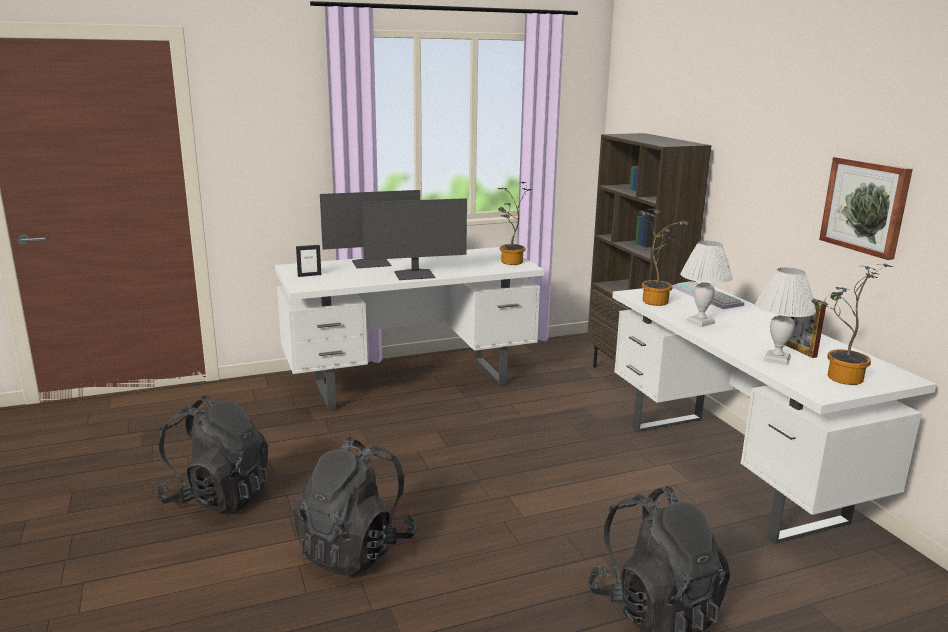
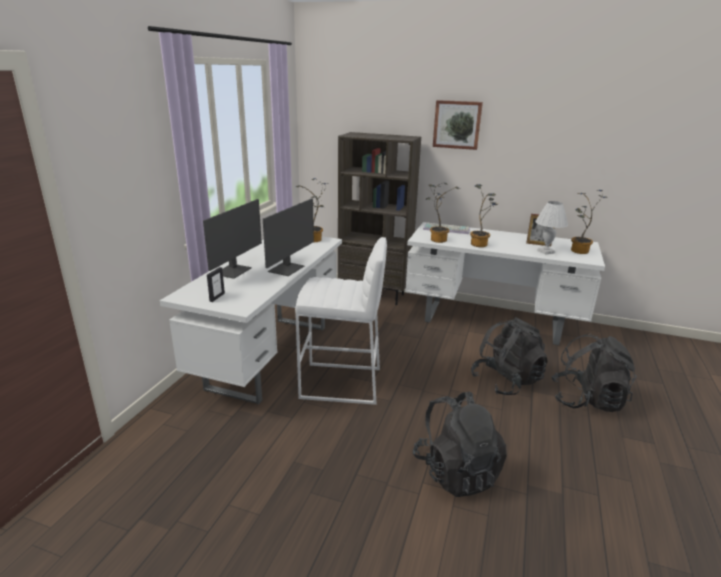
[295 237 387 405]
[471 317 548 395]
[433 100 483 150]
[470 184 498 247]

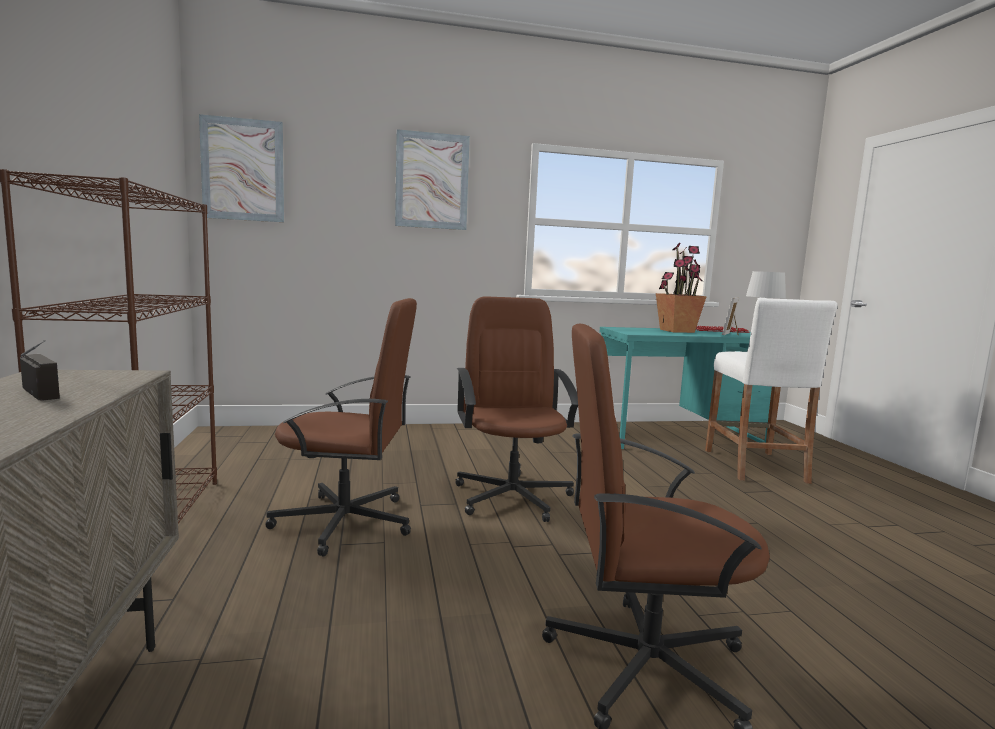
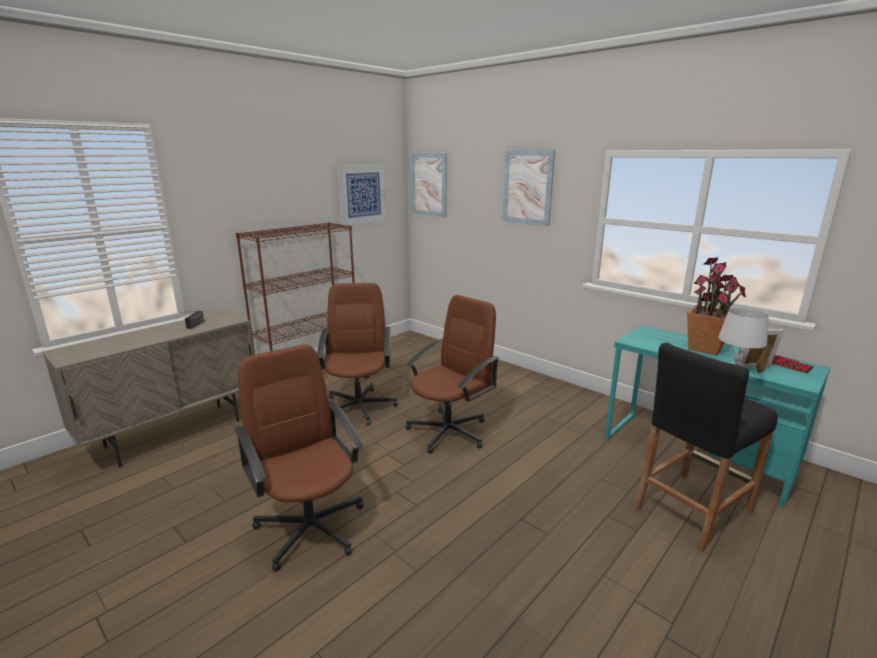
[337 164 387 226]
[633 342 778 551]
[317 283 398 426]

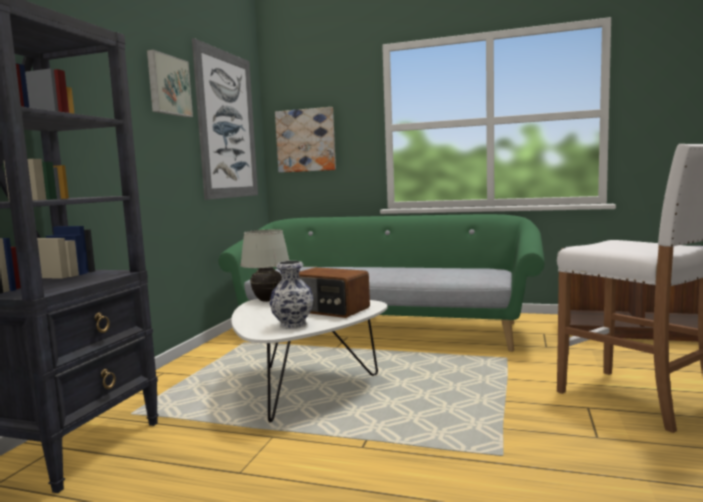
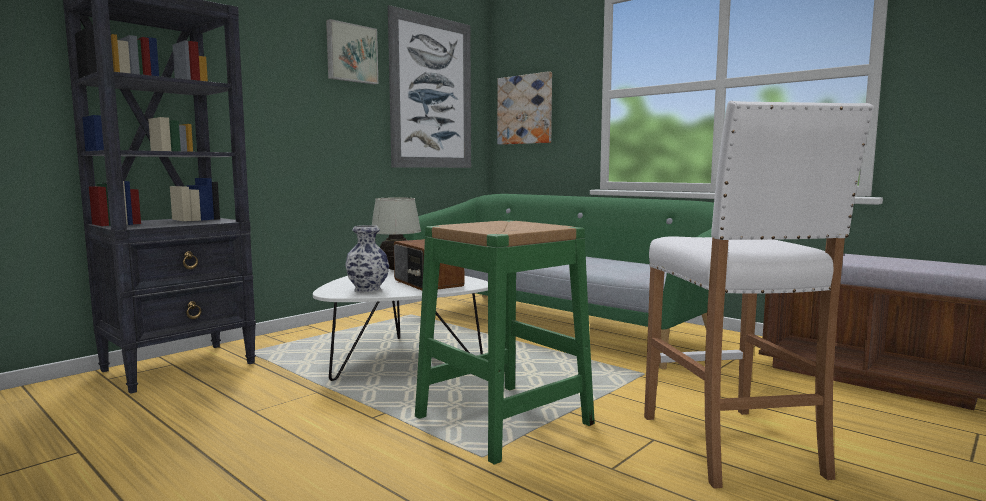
[415 220 595 465]

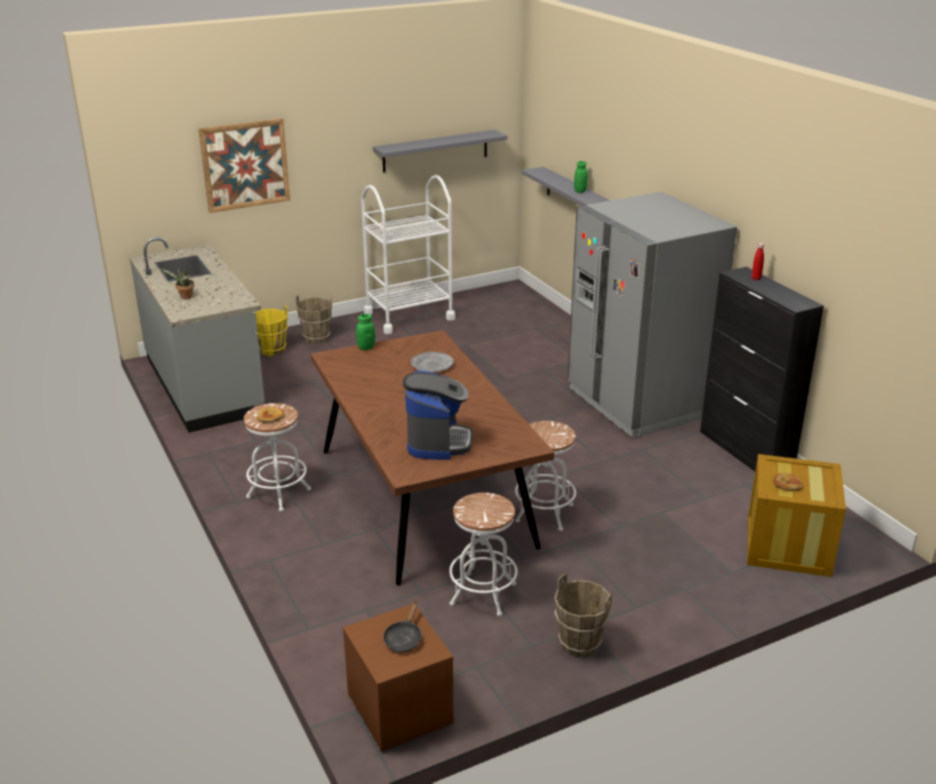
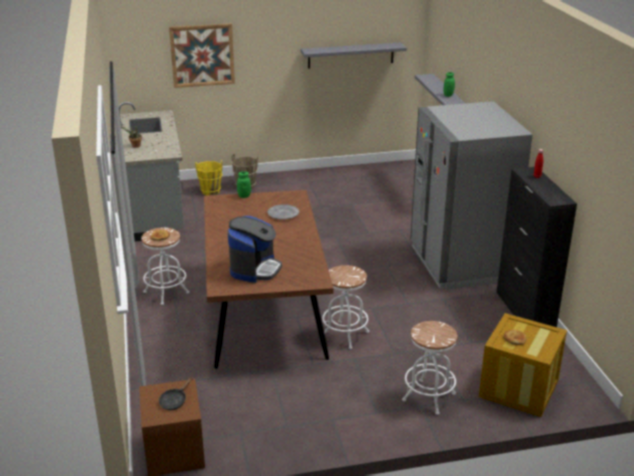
[361 175 455 334] (first image)
[554 574 612 657] (first image)
[402 321 457 415]

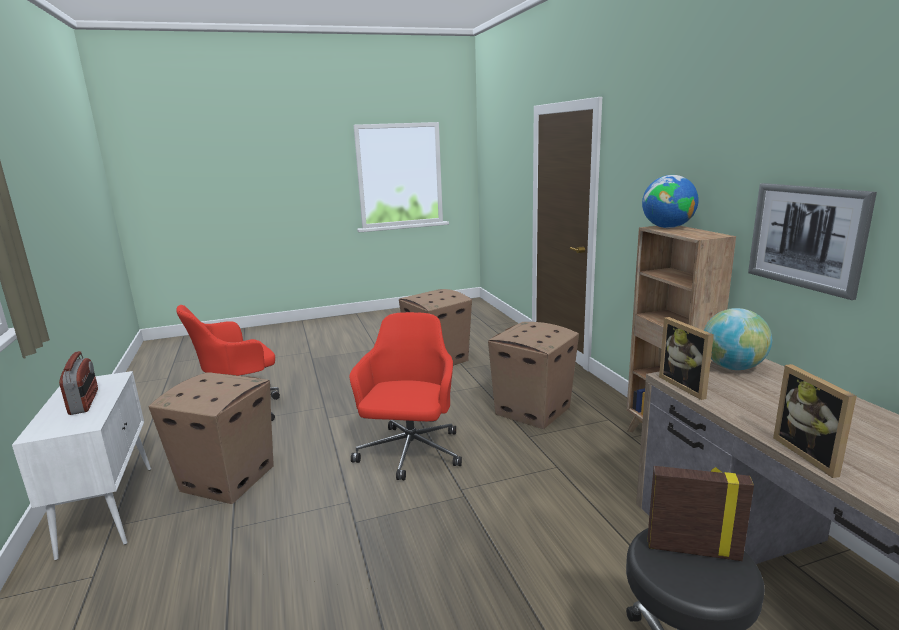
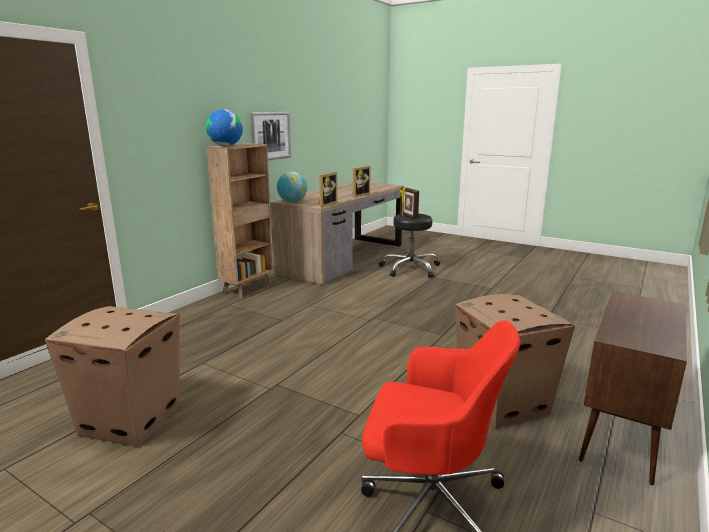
[59 351 98 415] (first image)
[349 312 462 480] (first image)
[488 322 579 429] (first image)
[579 291 687 486]

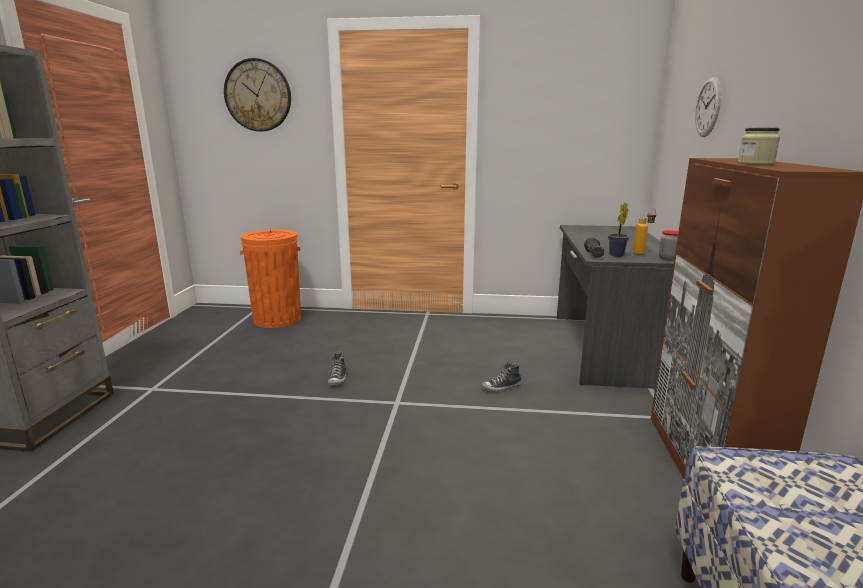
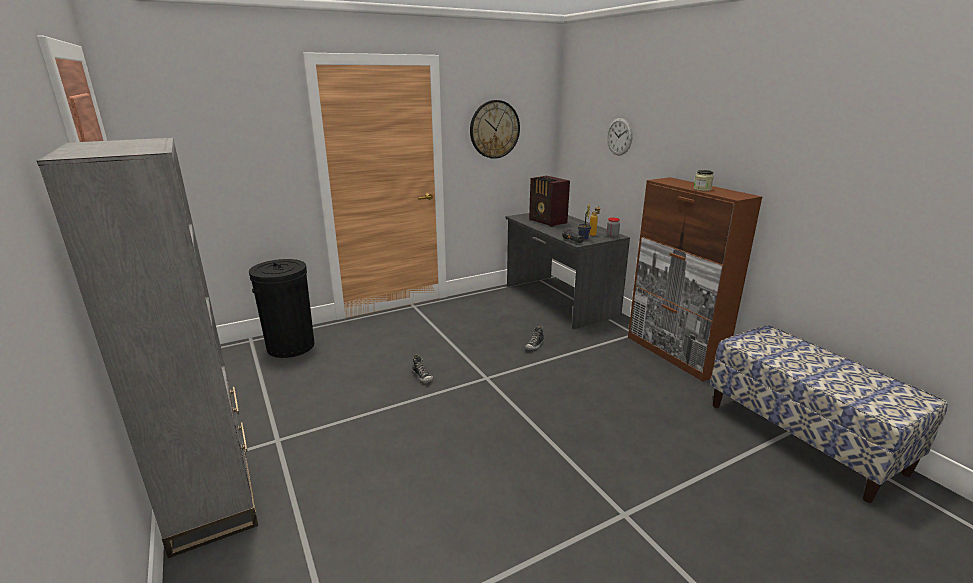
[529 176 570 227]
[470 100 520 159]
[249 259 314 358]

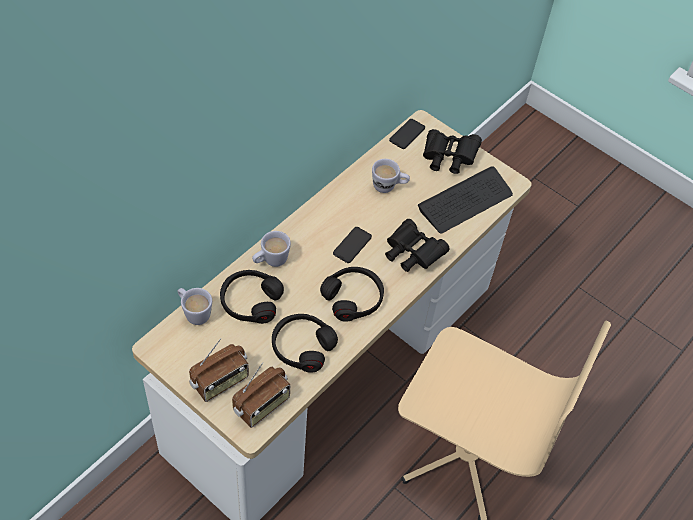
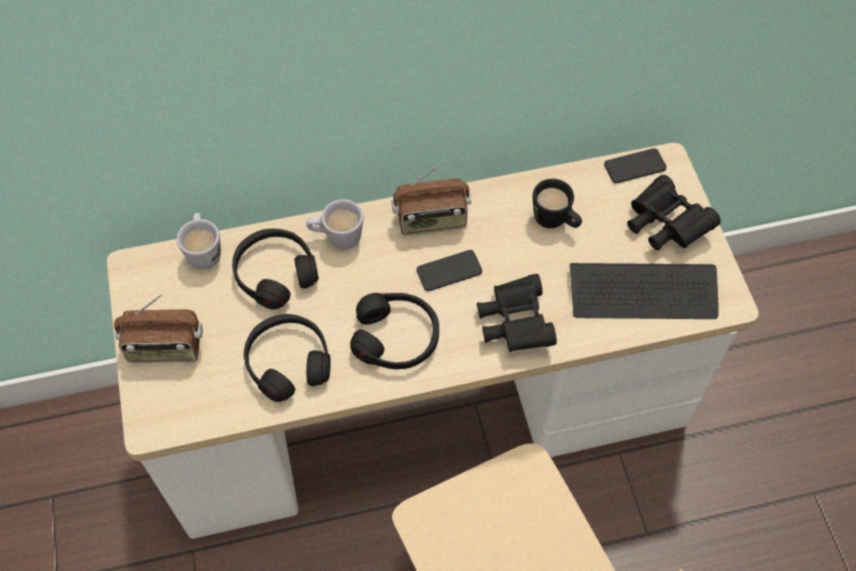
[392 161 471 236]
[533 179 582 228]

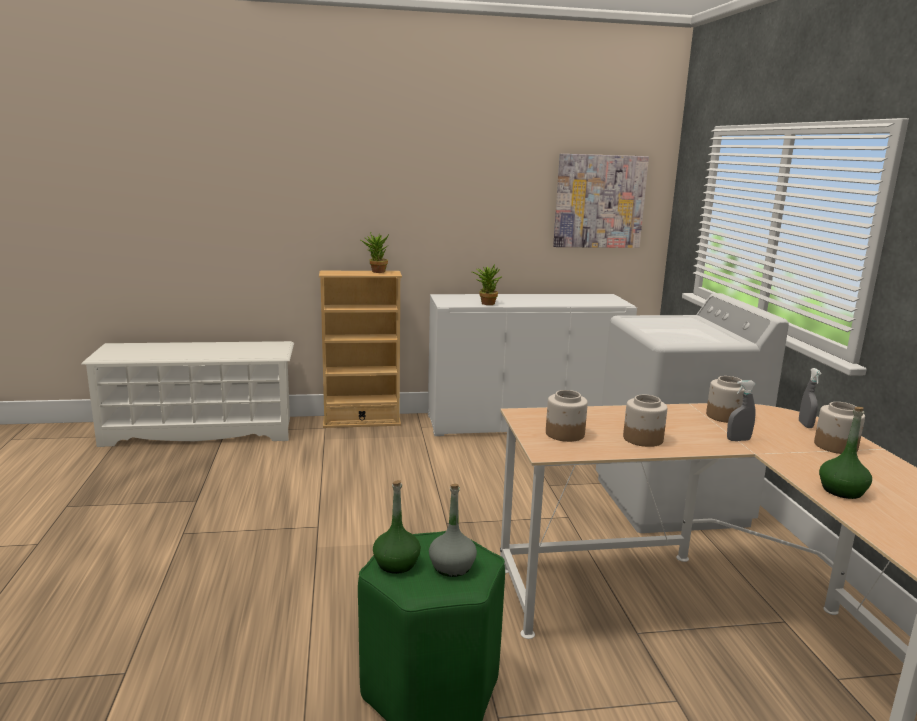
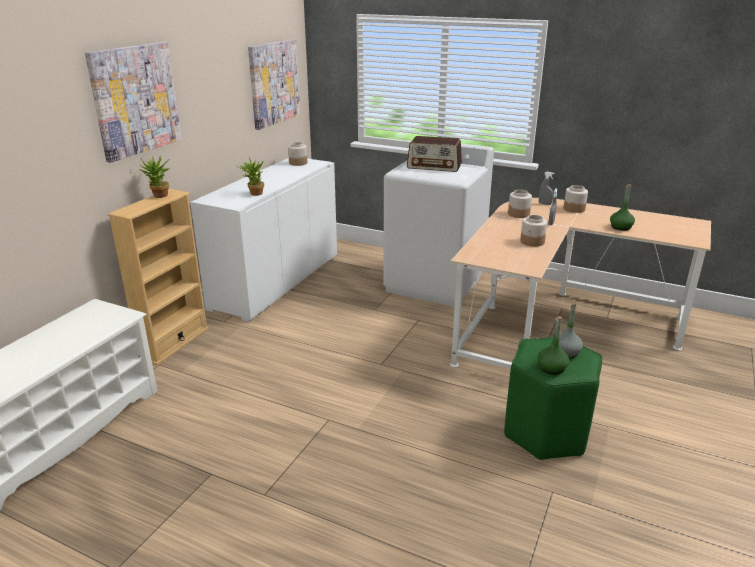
[85 42 182 163]
[407 136 462 172]
[288 142 307 166]

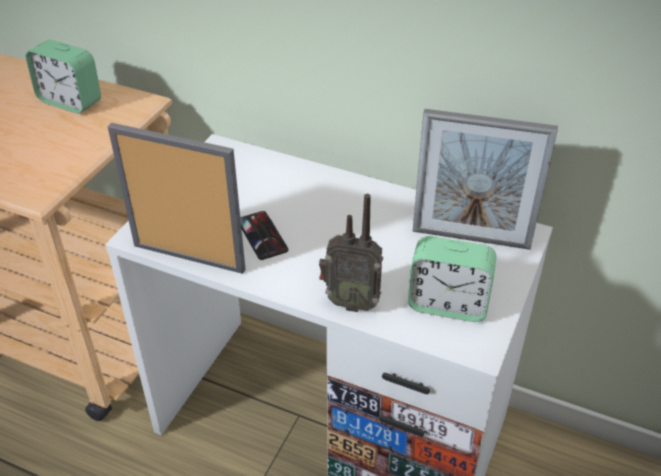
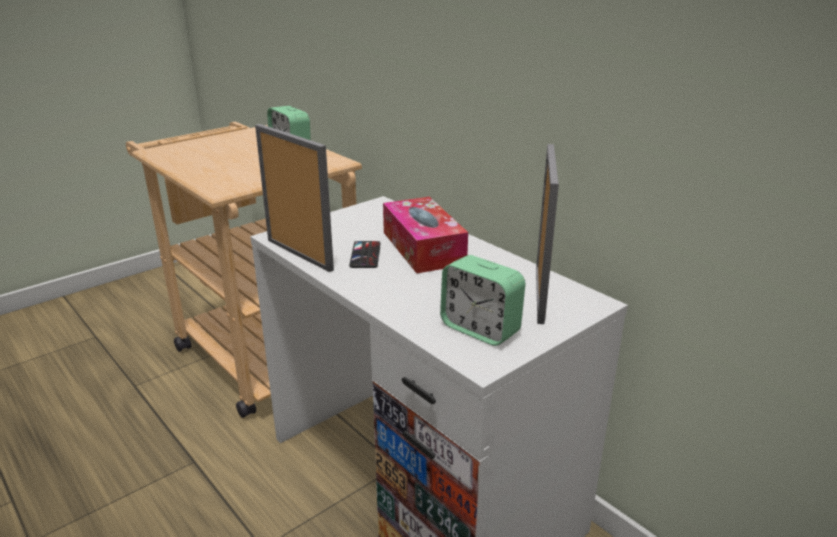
[319 194 383 312] (first image)
[383 197 468 273]
[536 144 559 324]

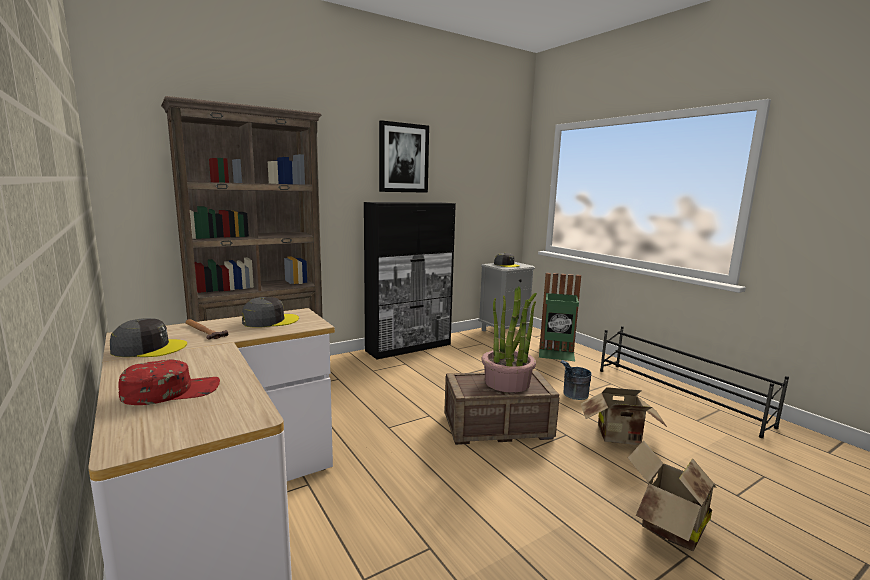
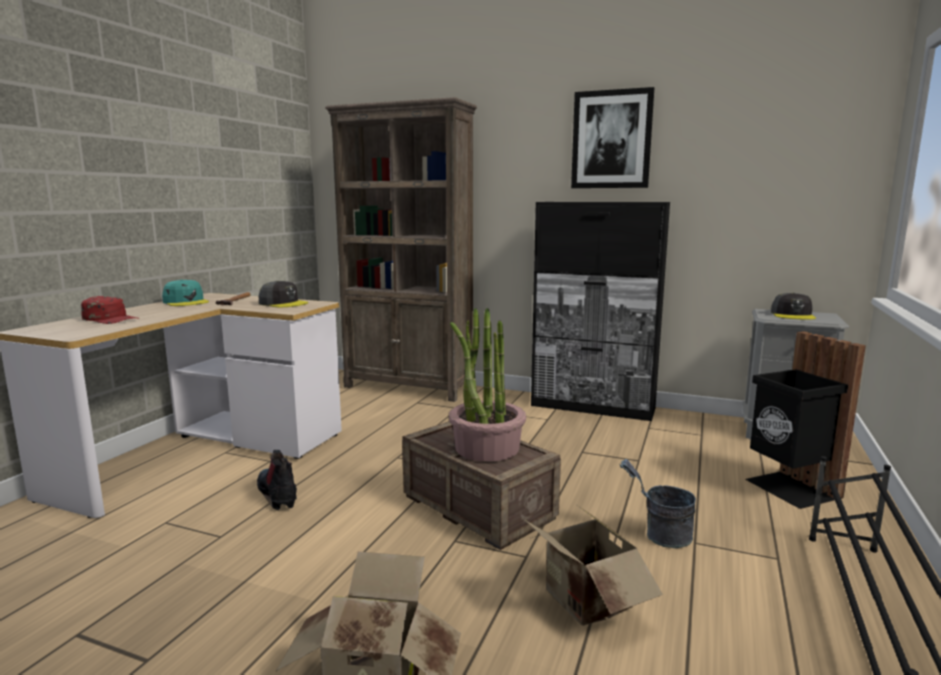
[257 450 297 510]
[162 279 209 306]
[745 331 866 509]

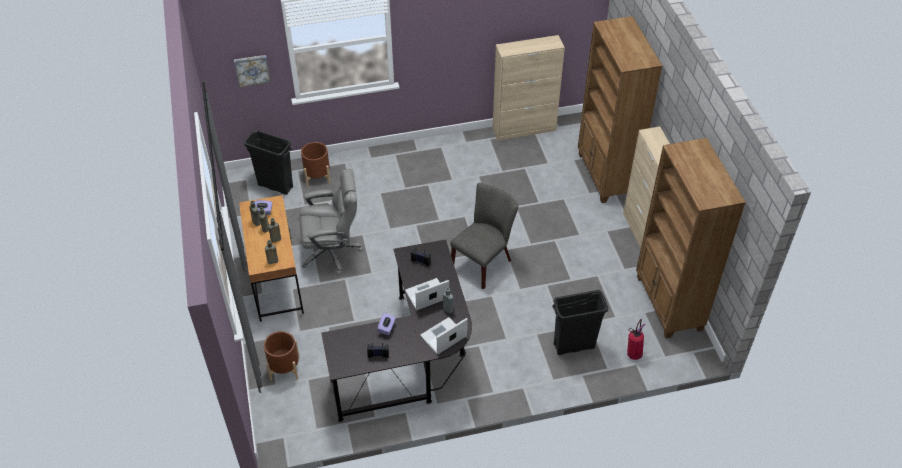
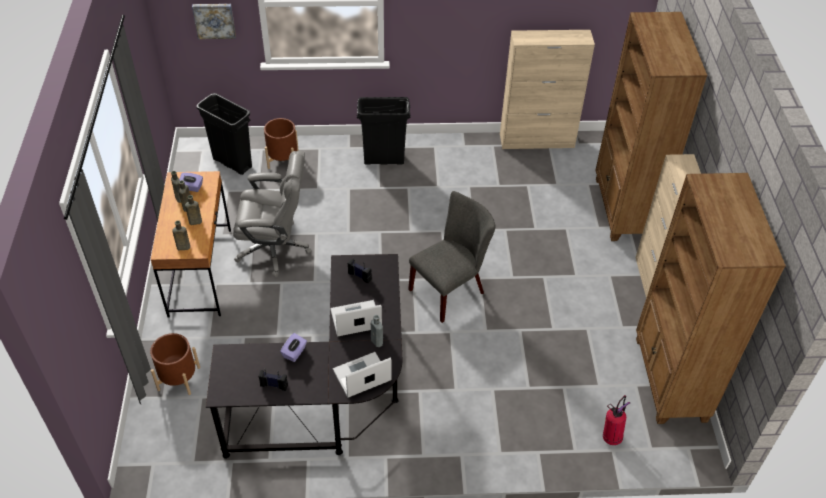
[357 97 411 165]

